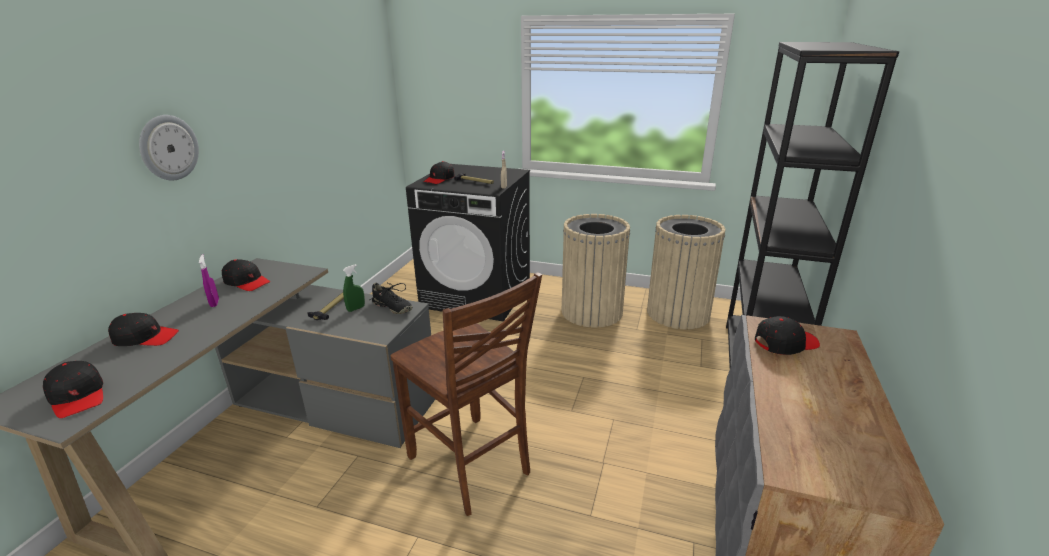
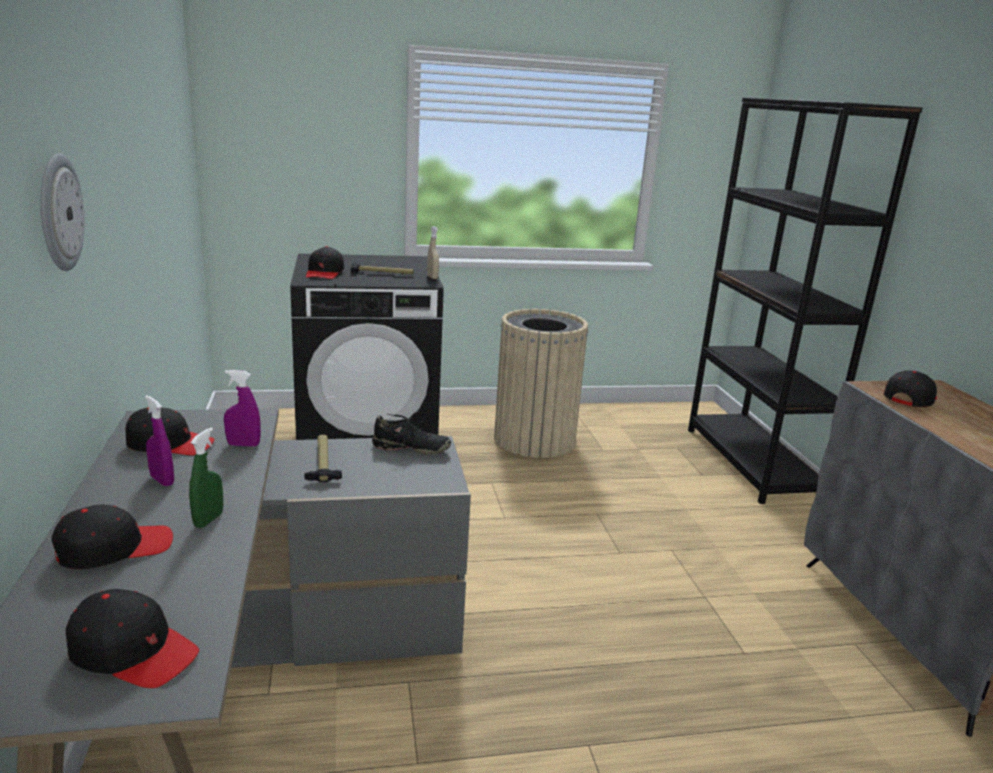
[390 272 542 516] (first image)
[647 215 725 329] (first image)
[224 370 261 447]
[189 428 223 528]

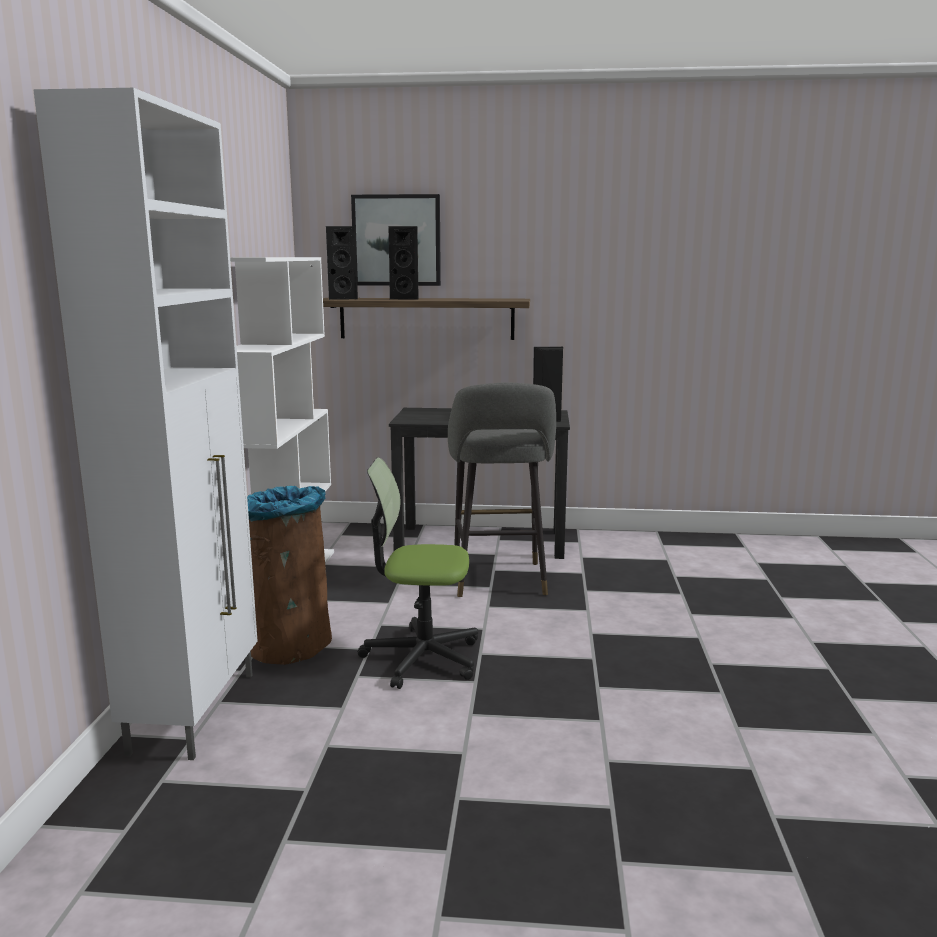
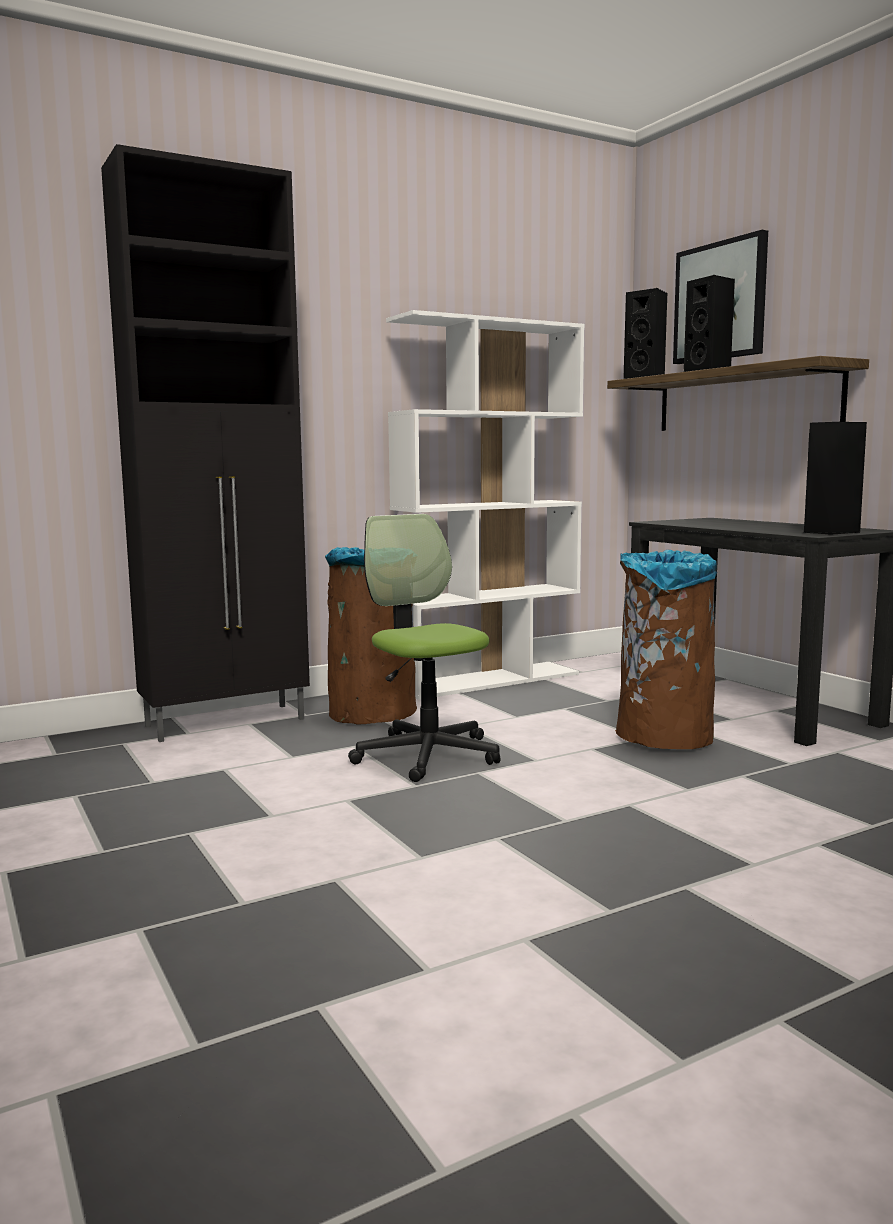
[615 550 717 749]
[101 144 310 742]

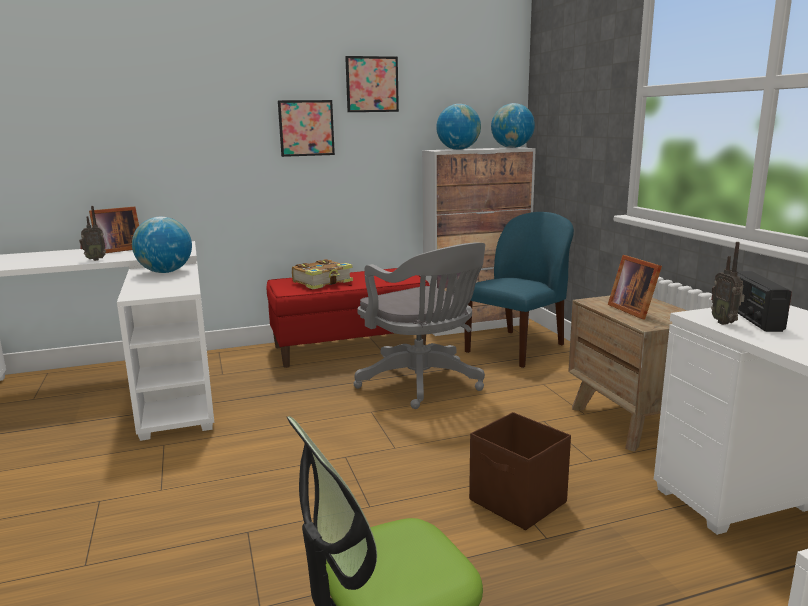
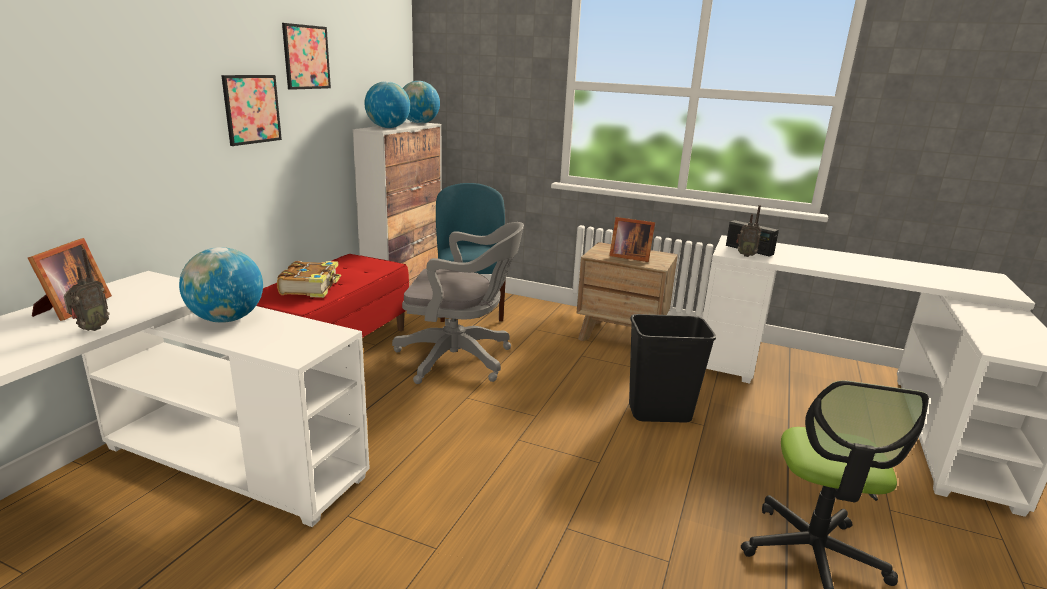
[629 314 716 422]

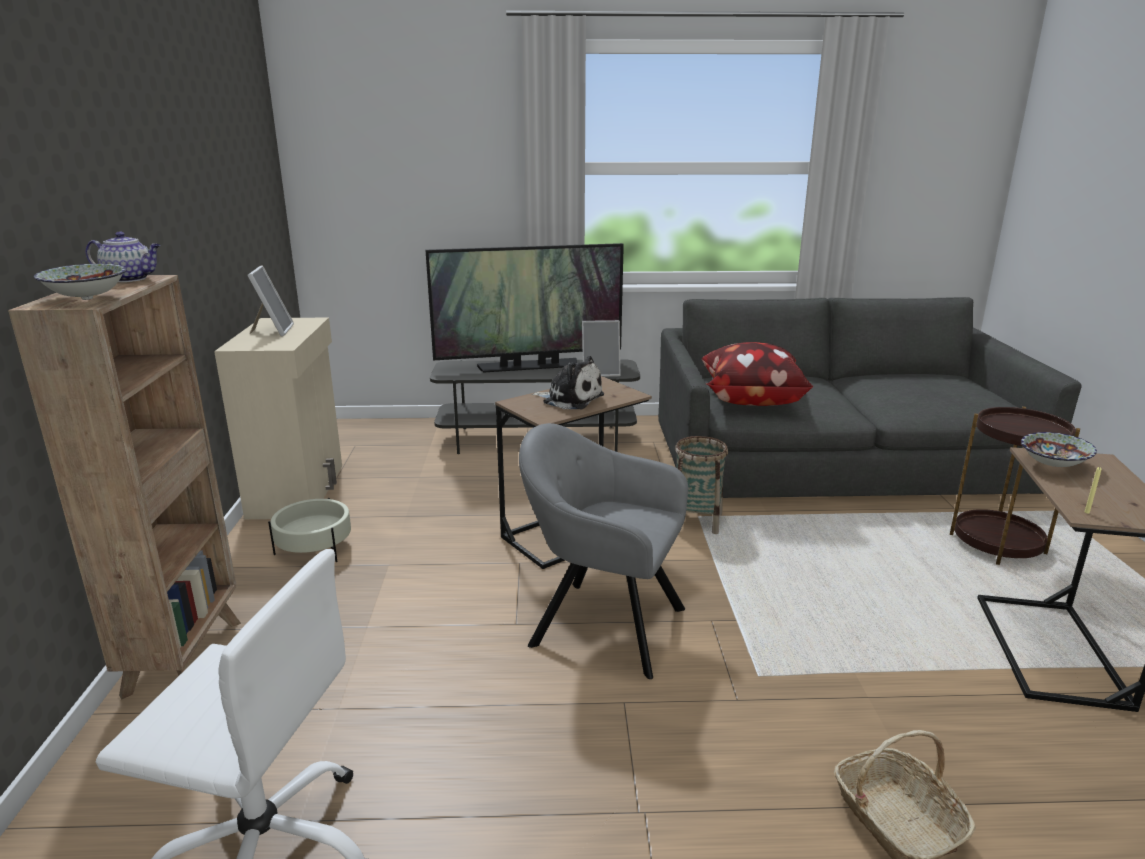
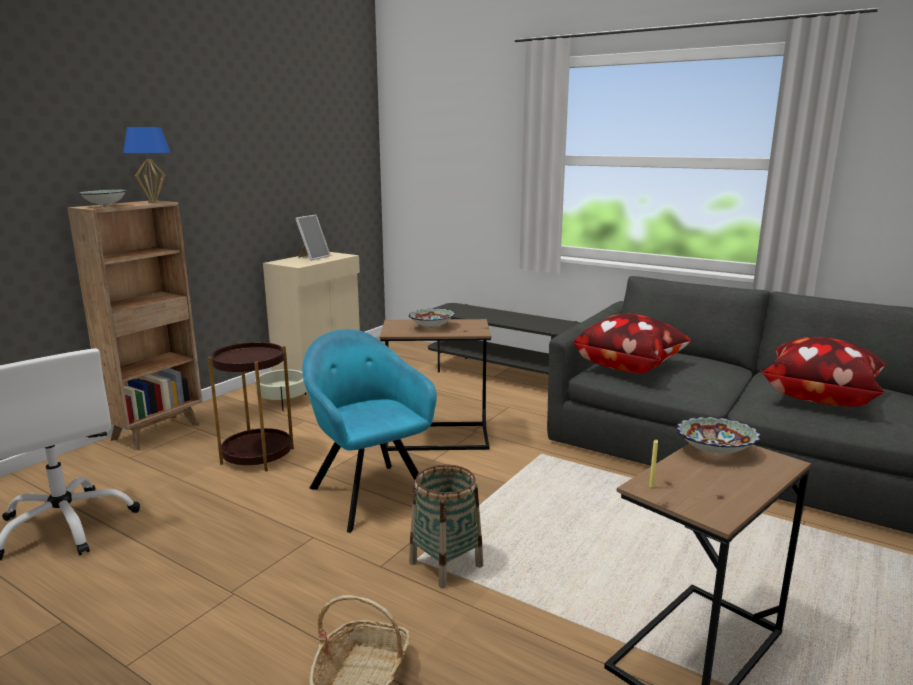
[425 243 624 372] (first image)
[582 320 620 377] (first image)
[760 337 885 406]
[409 465 483 588]
[208 342 294 471]
[123 127 171 203]
[409 308 455 328]
[302 329 437 533]

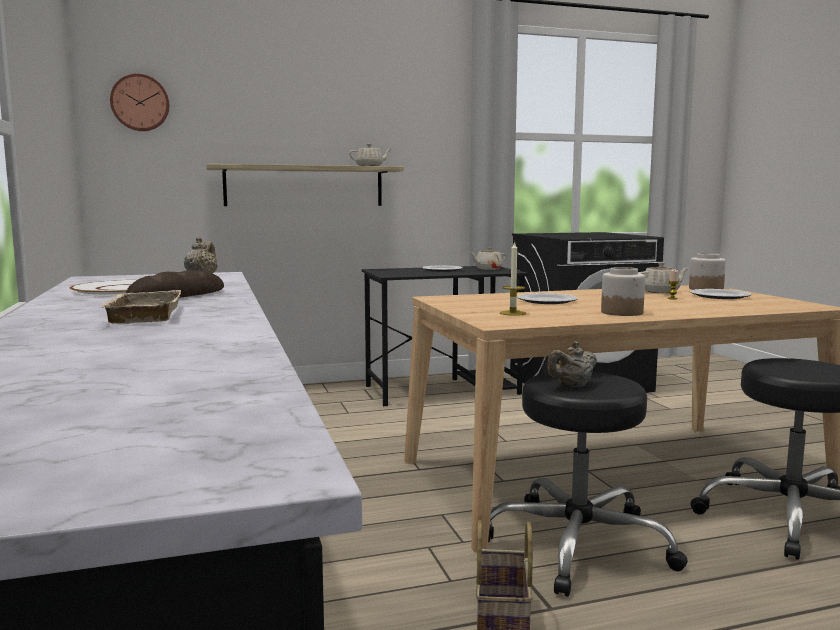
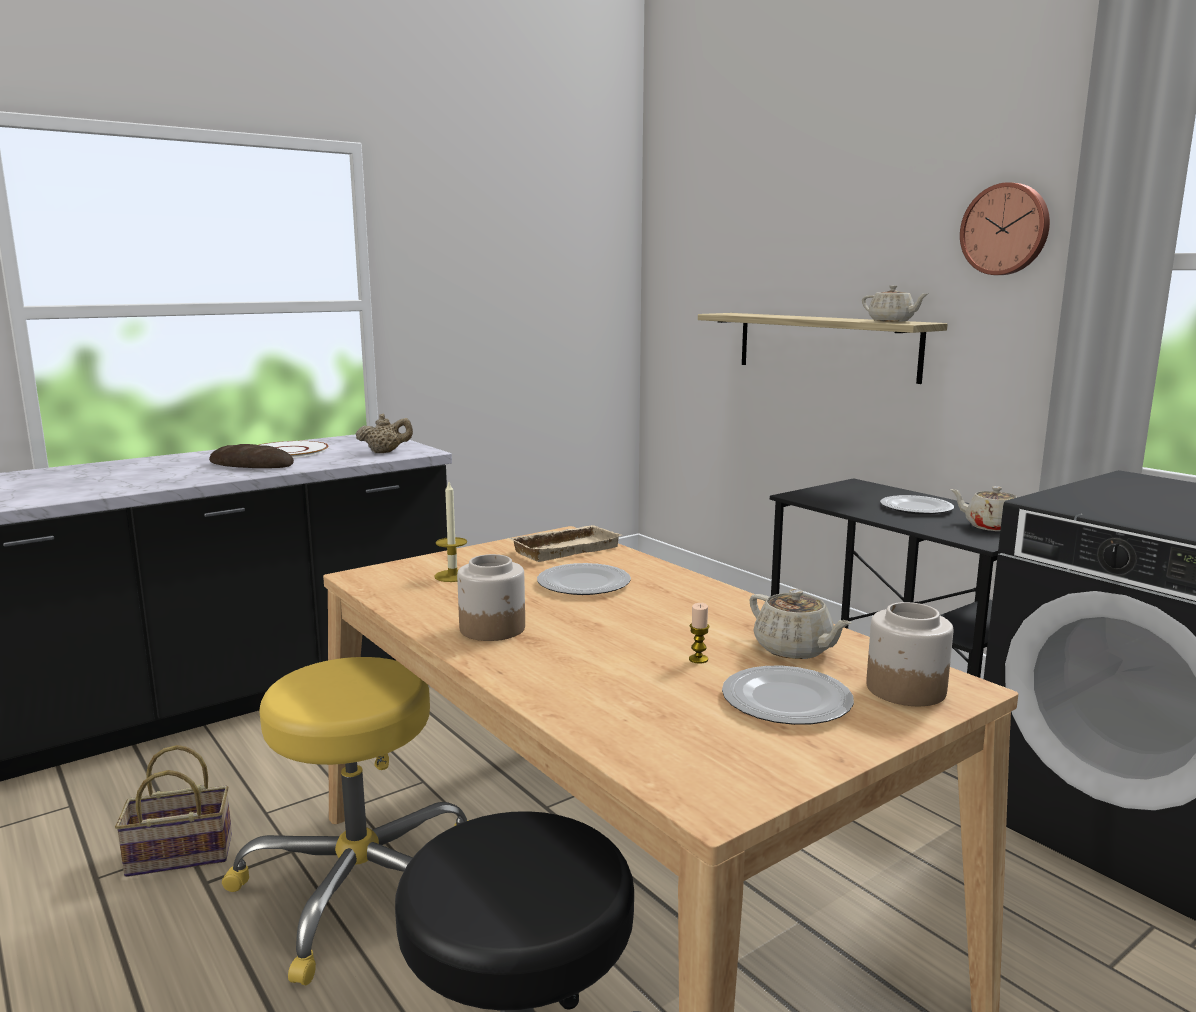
[547 341 597 387] (first image)
[509 525 622 562]
[960 182 1050 275]
[222 657 469 986]

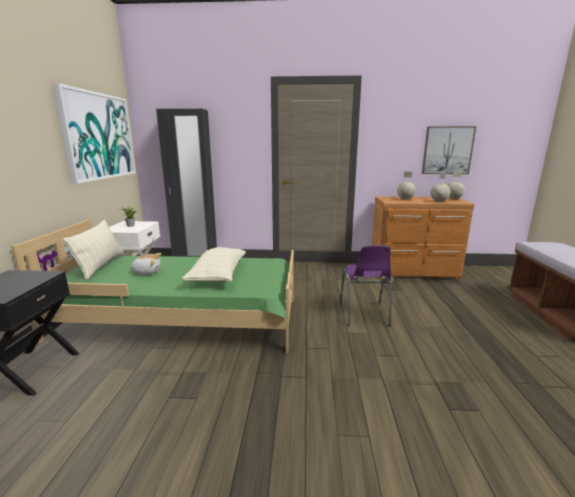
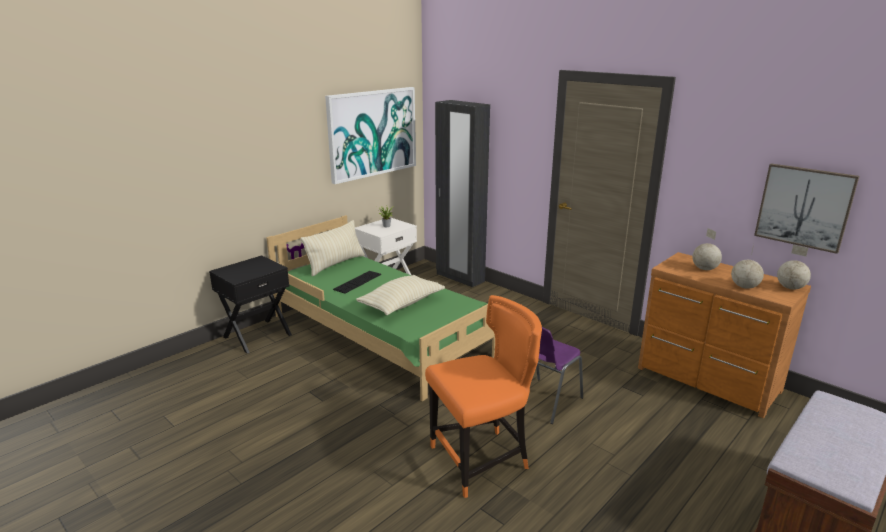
[425 295 542 498]
[333 271 381 294]

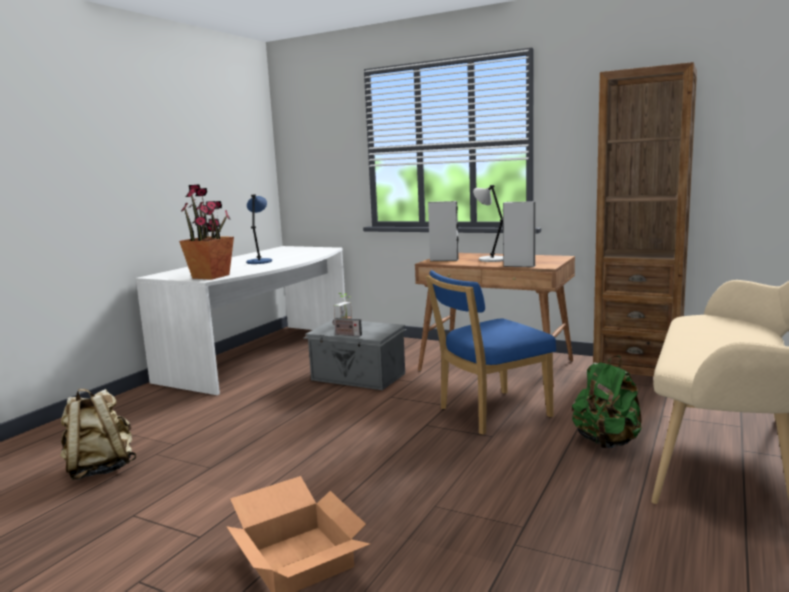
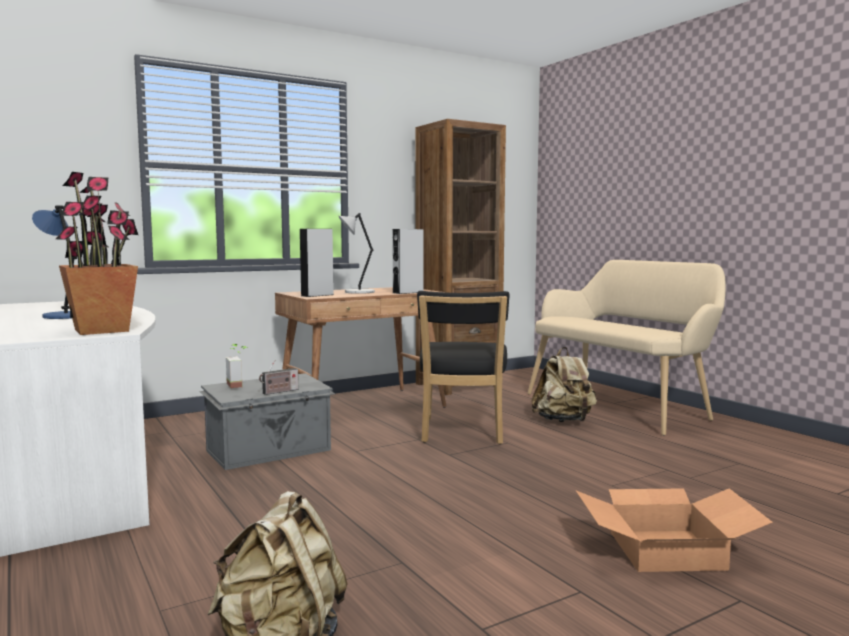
[417 291 509 444]
[531 347 597 422]

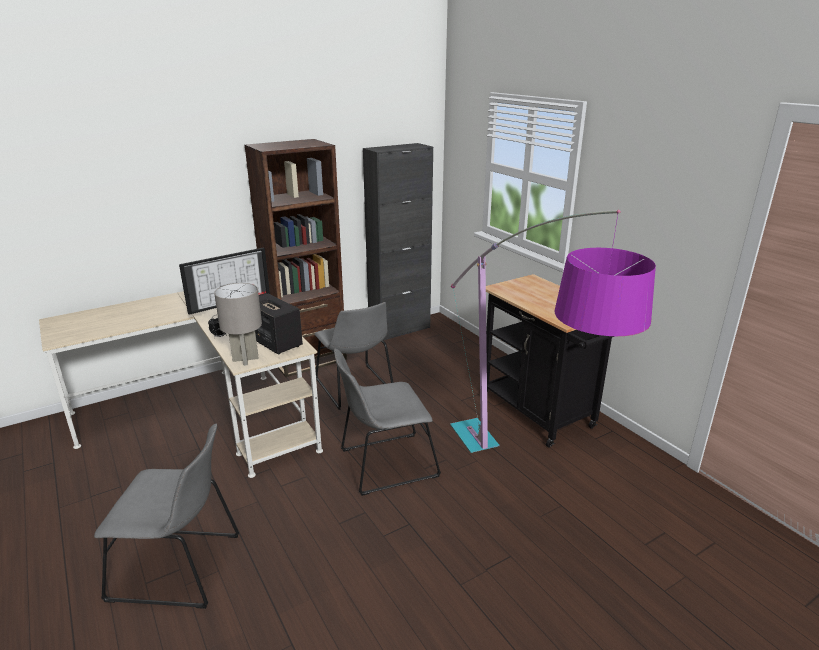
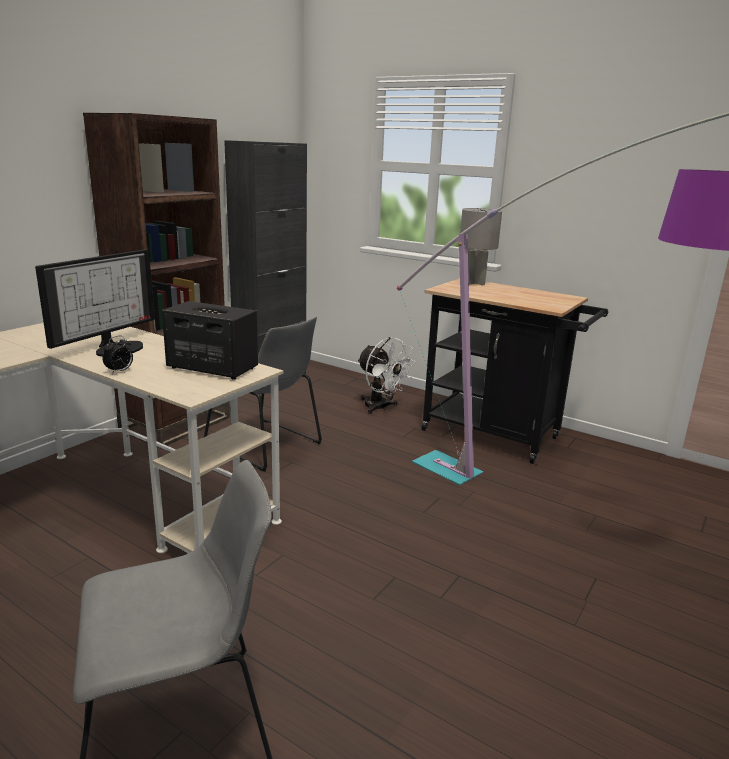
[334 349 441 496] (first image)
[357 337 416 414]
[460 208 502 286]

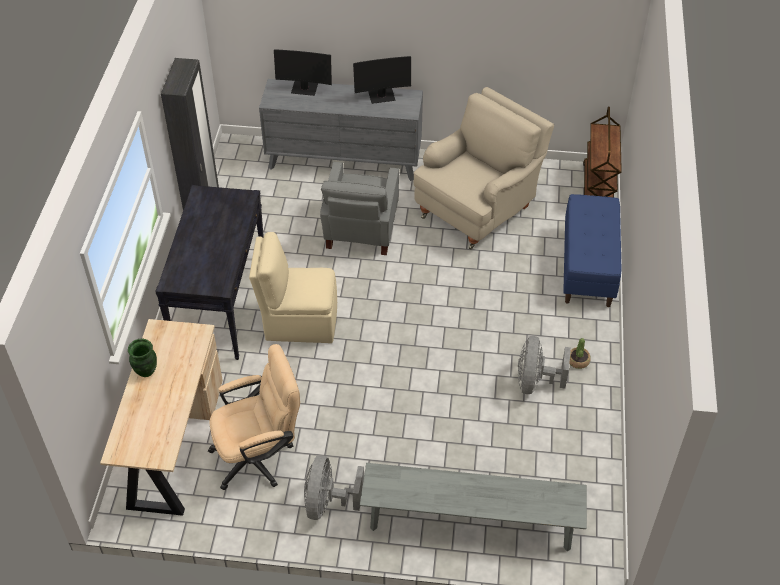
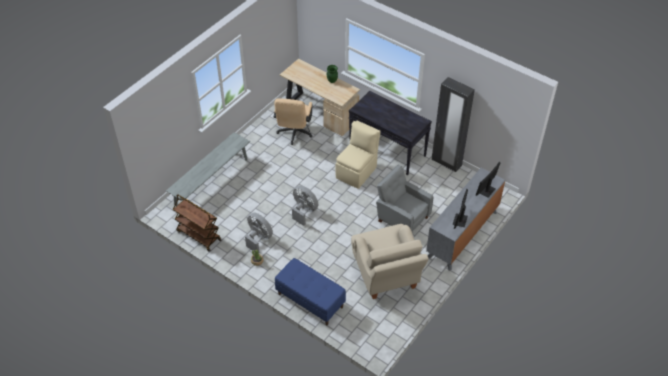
[292 186 318 226]
[173 194 221 252]

